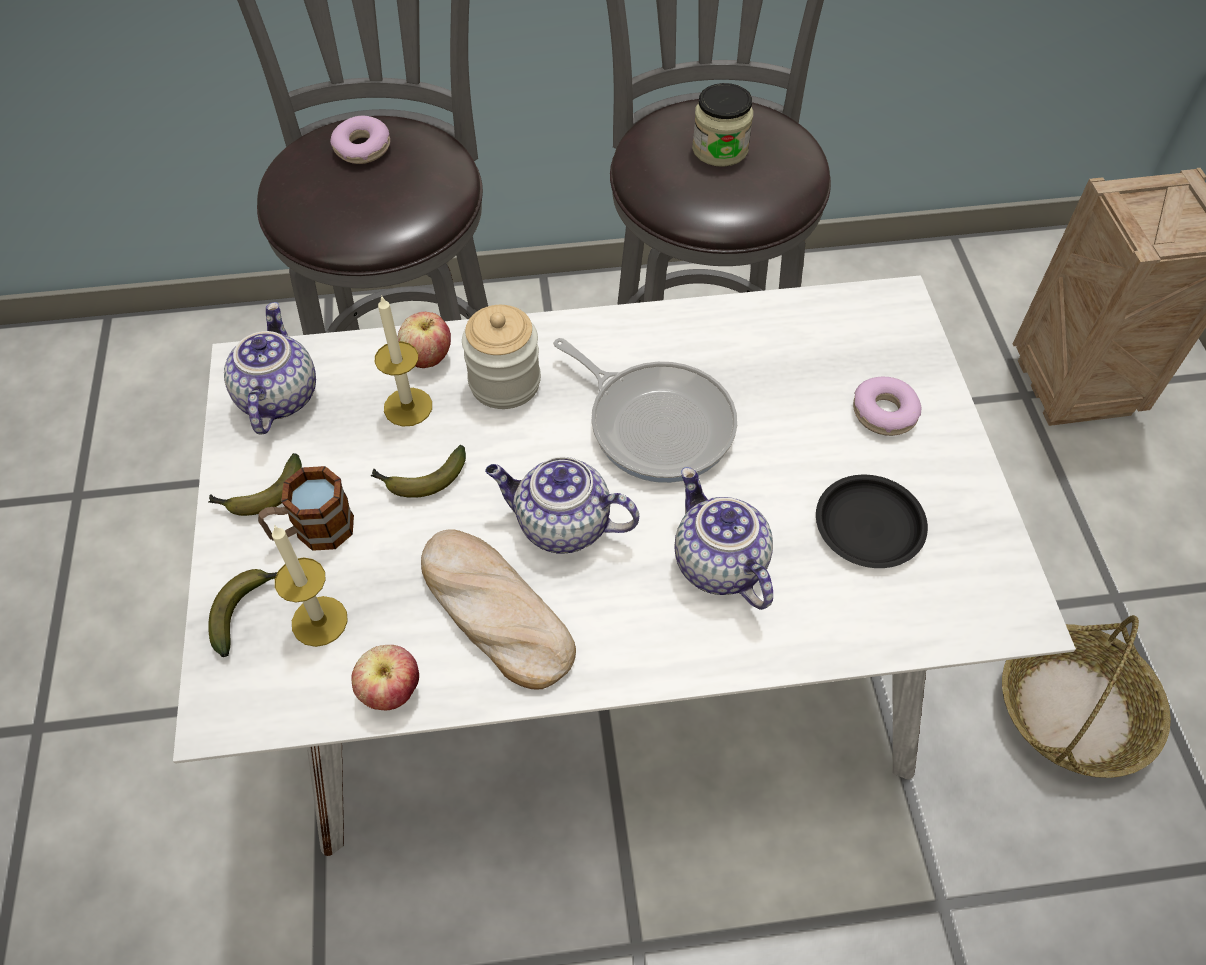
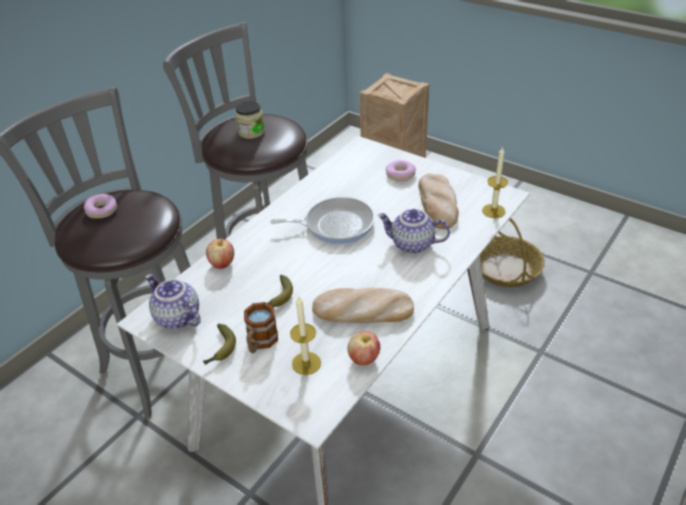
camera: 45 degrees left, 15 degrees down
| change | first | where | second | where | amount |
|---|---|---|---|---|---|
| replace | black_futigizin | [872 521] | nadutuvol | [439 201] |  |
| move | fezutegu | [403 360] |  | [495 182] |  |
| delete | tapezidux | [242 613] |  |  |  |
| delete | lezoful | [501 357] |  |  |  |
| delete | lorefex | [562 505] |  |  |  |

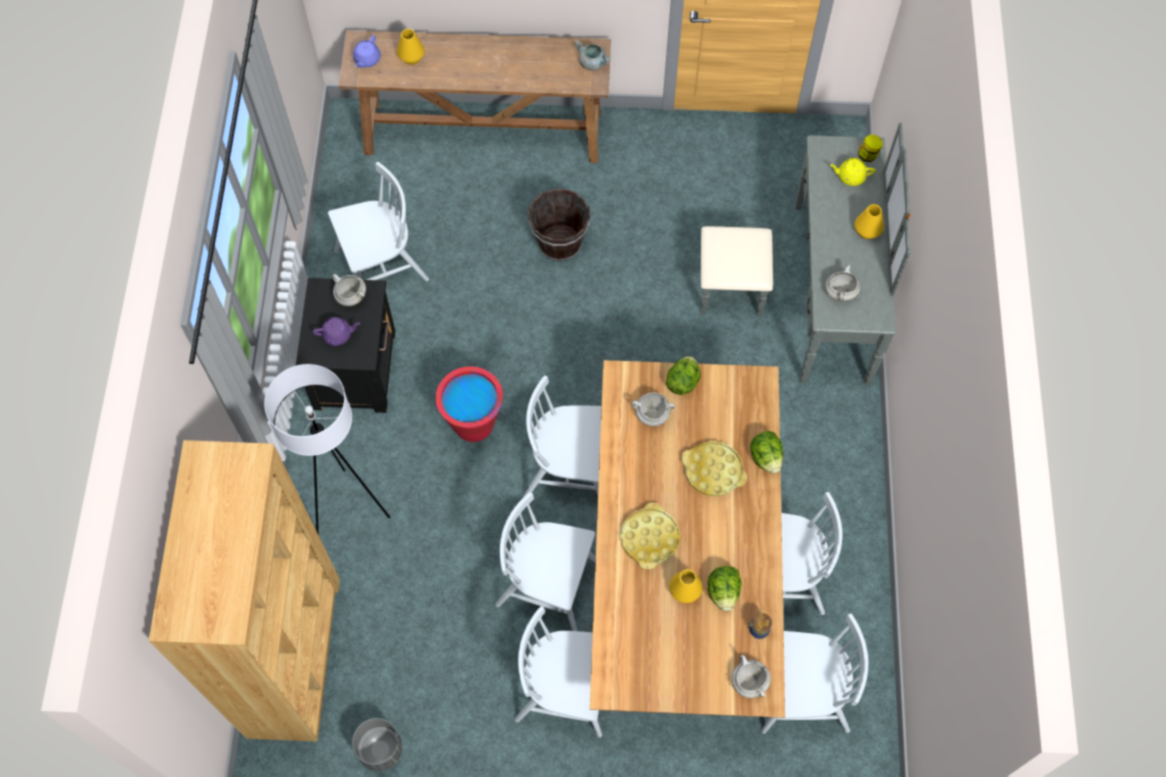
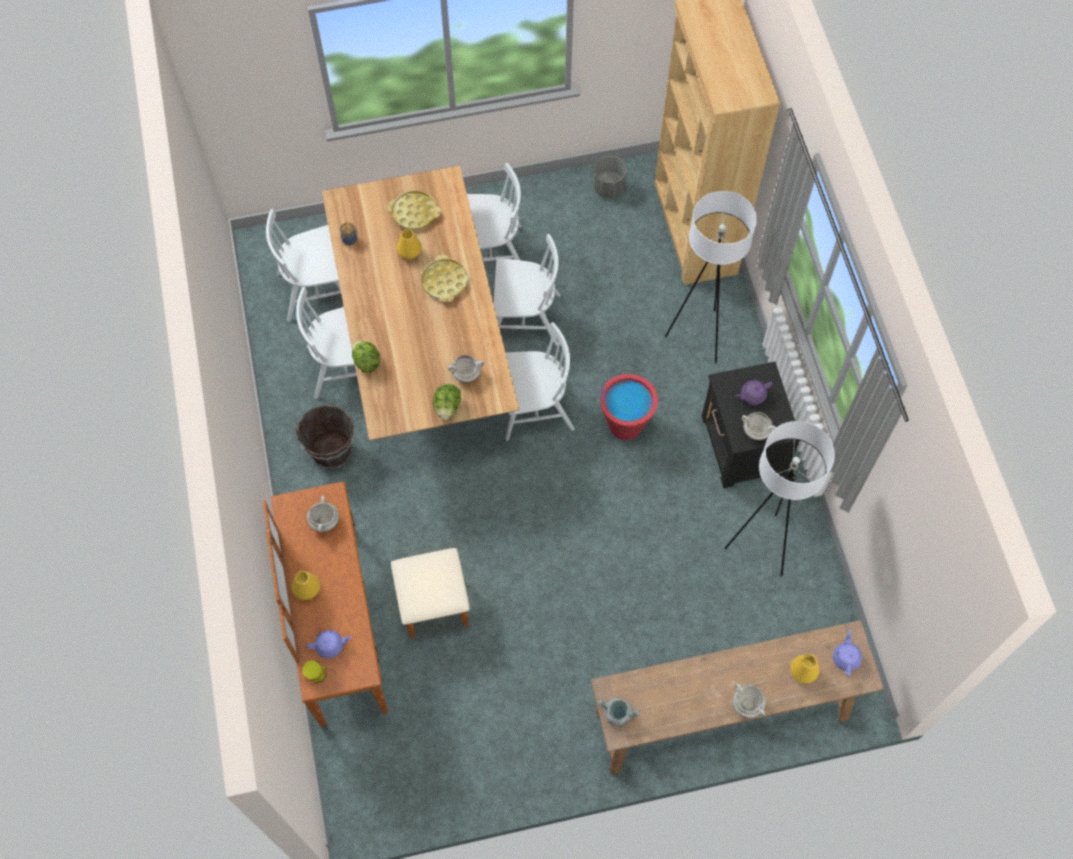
camera: 165 degrees right, 0 degrees up
| change | first | where | second | where | amount |
|---|---|---|---|---|---|
| recolor | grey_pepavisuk | [805 254] | brown_pepavisuk | [366 604] |  |
| move | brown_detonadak | [559 225] |  | [324 437] |  |
| recolor | yellow_lorefex | [853 172] | purple_lorefex | [329 644] |  |
| move | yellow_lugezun | [714 468] |  | [414 210] |  |
| replace | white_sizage | [378 221] | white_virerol | [780 498] |  |
| move | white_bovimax | [751 676] |  | [749 700] |  |
| delete | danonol | [725 588] |  |  |  |

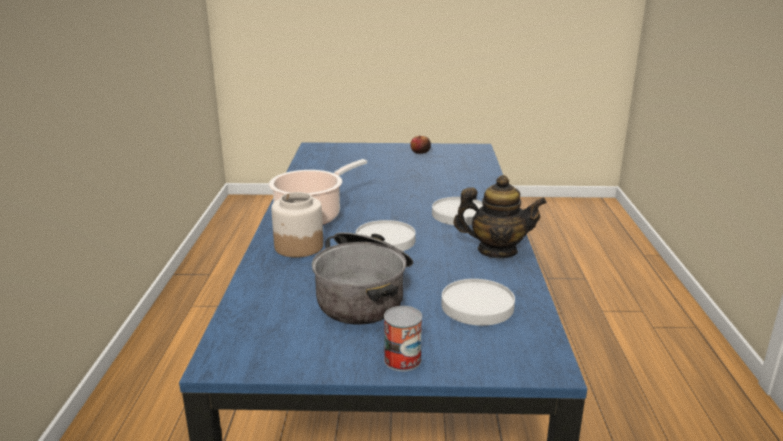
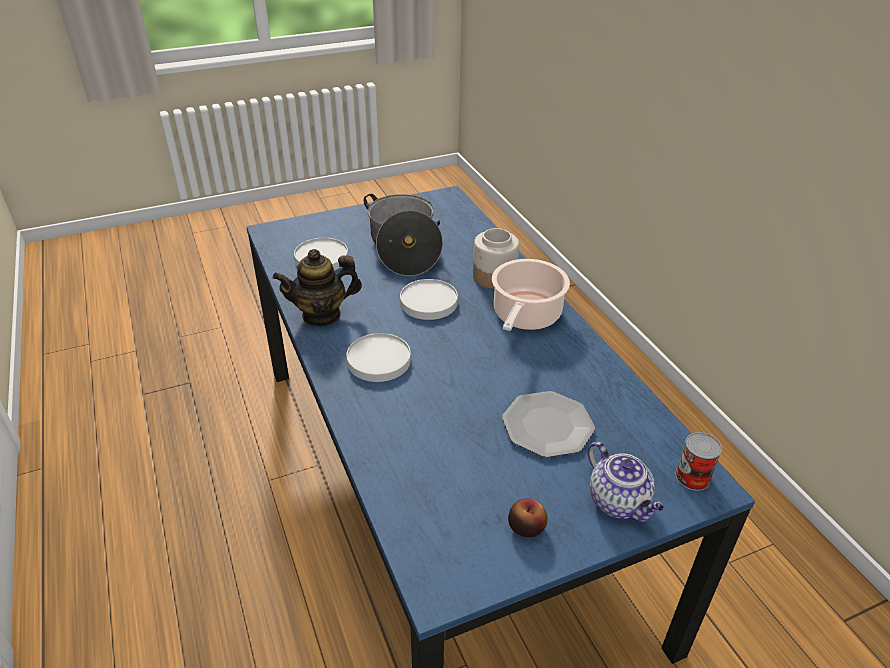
camera: 155 degrees right, 15 degrees up
| change | first | where | second | where | amount |
|---|---|---|---|---|---|
| insert |  |  | futigizin | [548 424] |  |
| insert |  |  | lorefex | [626 482] |  |
| move | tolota | [403 338] |  | [699 461] |  |

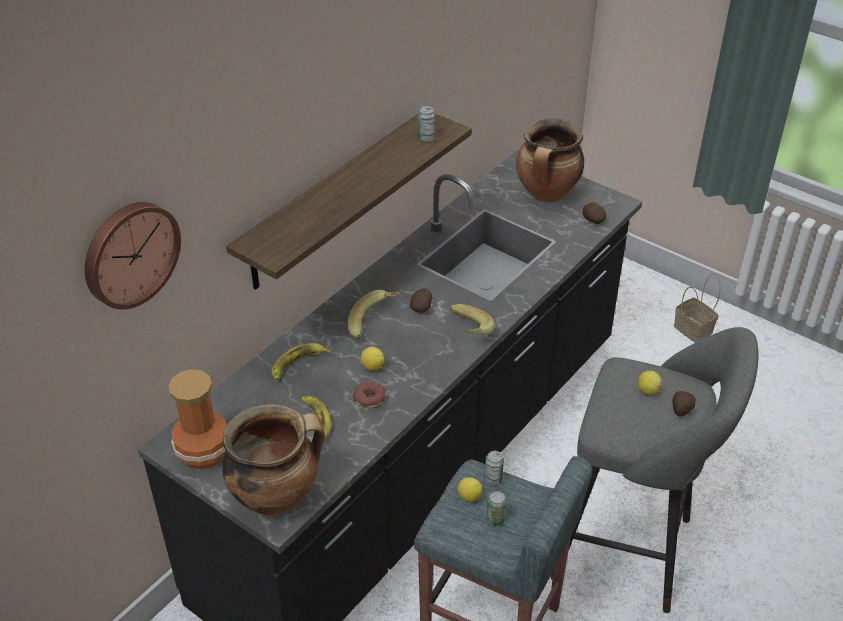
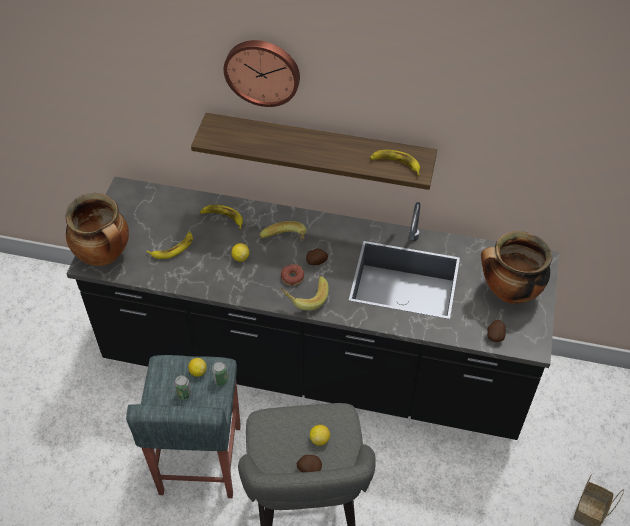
camera: 65 degrees right, 10 degrees up
| change | first | where | second | where | amount |
|---|---|---|---|---|---|
| move | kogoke | [133 256] |  | [262 73] |  |
| move | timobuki | [369 394] |  | [292 275] |  |
| replace | tolota | [427 124] | tapezidux | [395 163] |  |
| delete | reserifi | [197 419] |  |  |  |

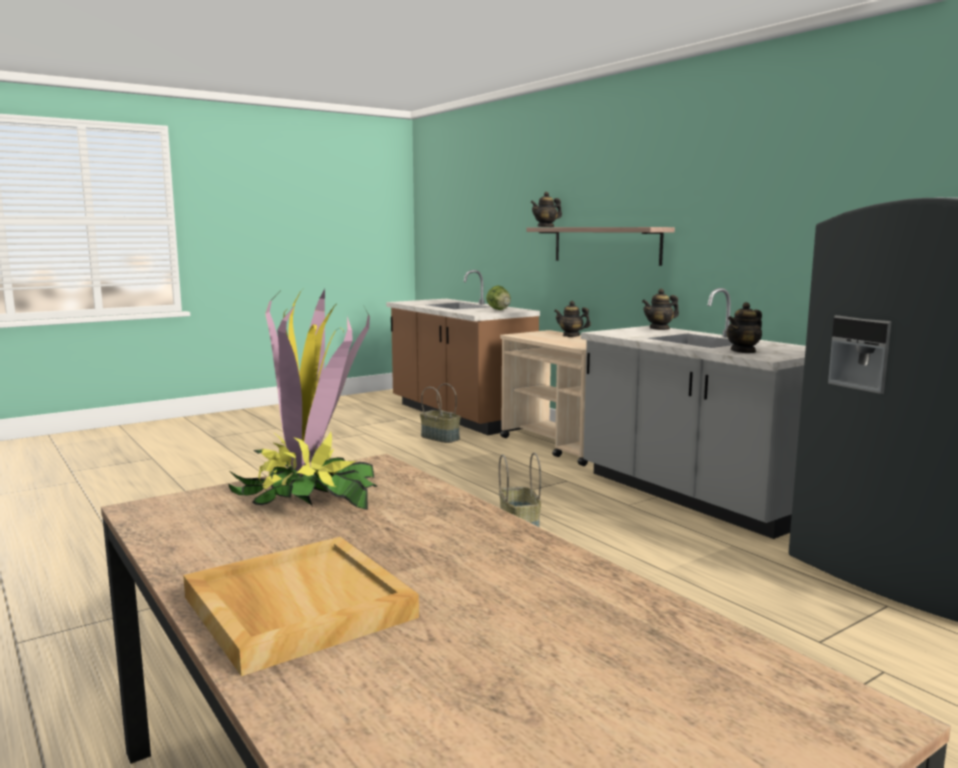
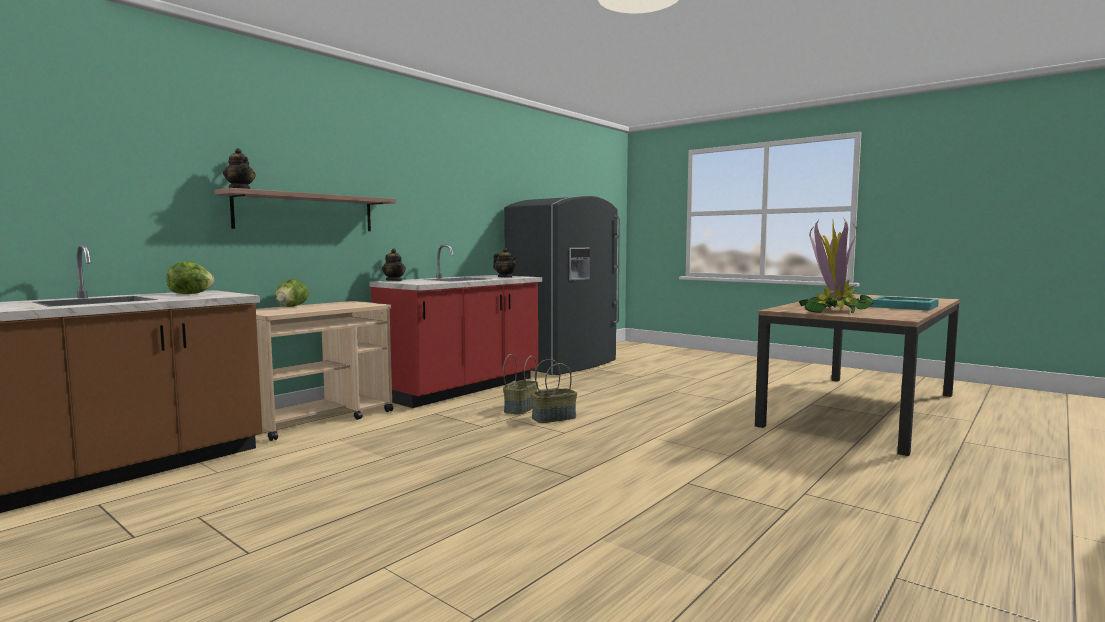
camera: 105 degrees left, 5 degrees down
| change | first | where | second | where | amount |
|---|---|---|---|---|---|
| replace | lorefex | [572 319] | danonol | [292 293] |  |
| recolor | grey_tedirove | [693 413] | red_tedirove | [455 326] |  |
| move | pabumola | [440 413] |  | [520 384] |  |
| recolor | beige_lugezun | [301 606] | turquoise_lugezun | [904 303] |  |

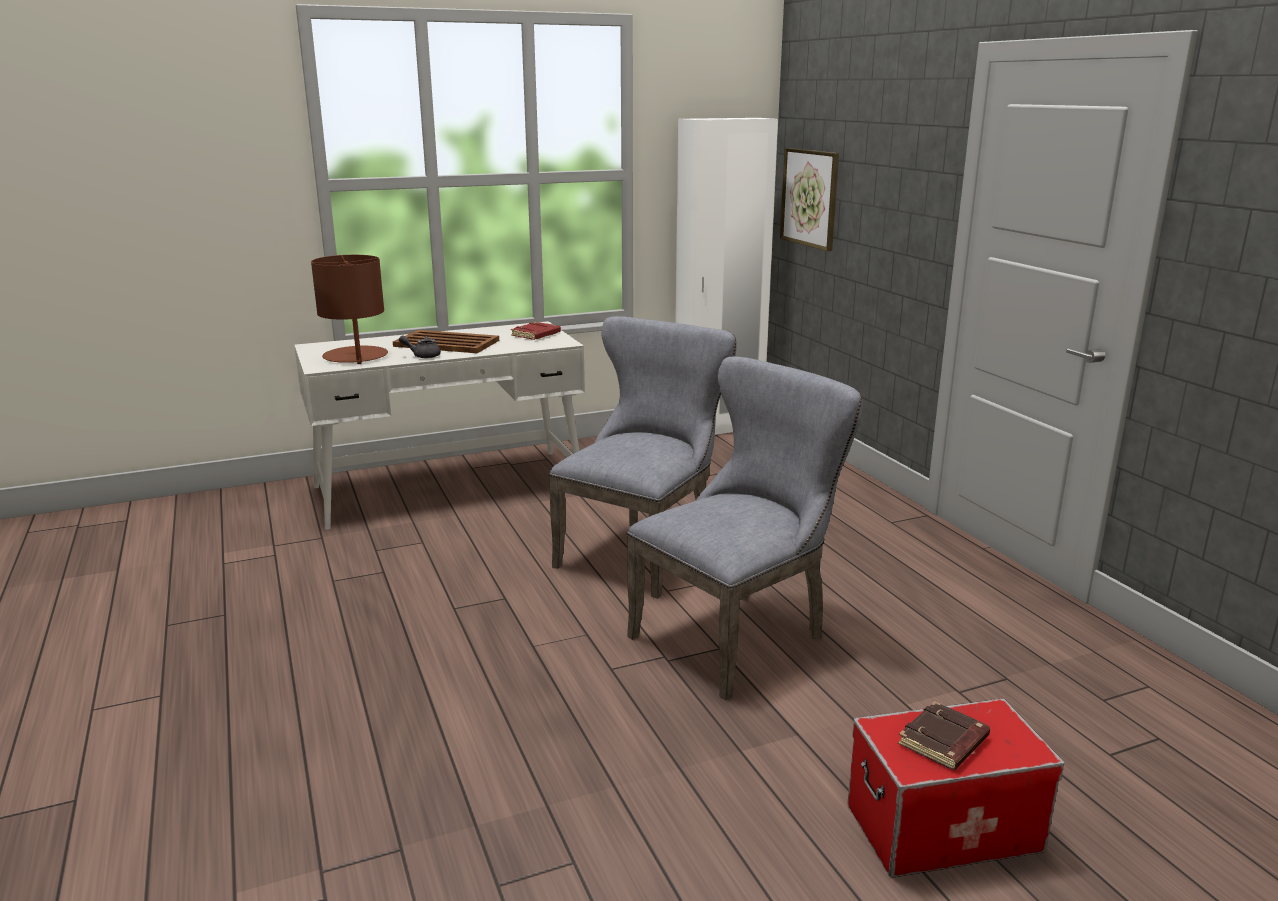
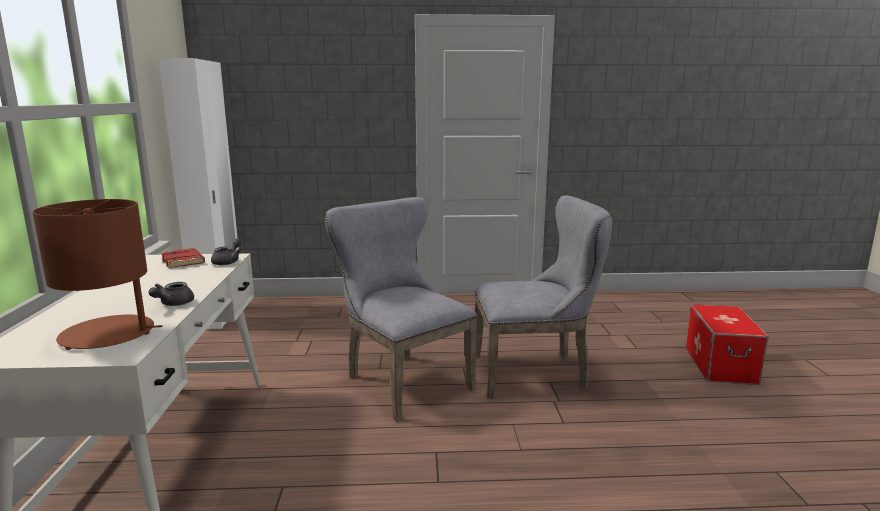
camera: 70 degrees left, 5 degrees down
| change | first | where | second | where | amount |
|---|---|---|---|---|---|
| insert |  |  | grey_lorefex | [226 252] |  |
| rotate | grey_sizage | [744 528] |  | [543 297] | 105 degrees clockwise |
| delete | brown_lugezun | [446 341] |  |  |  |
| delete | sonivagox | [809 199] |  |  |  |
| delete | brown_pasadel | [944 735] |  |  |  |

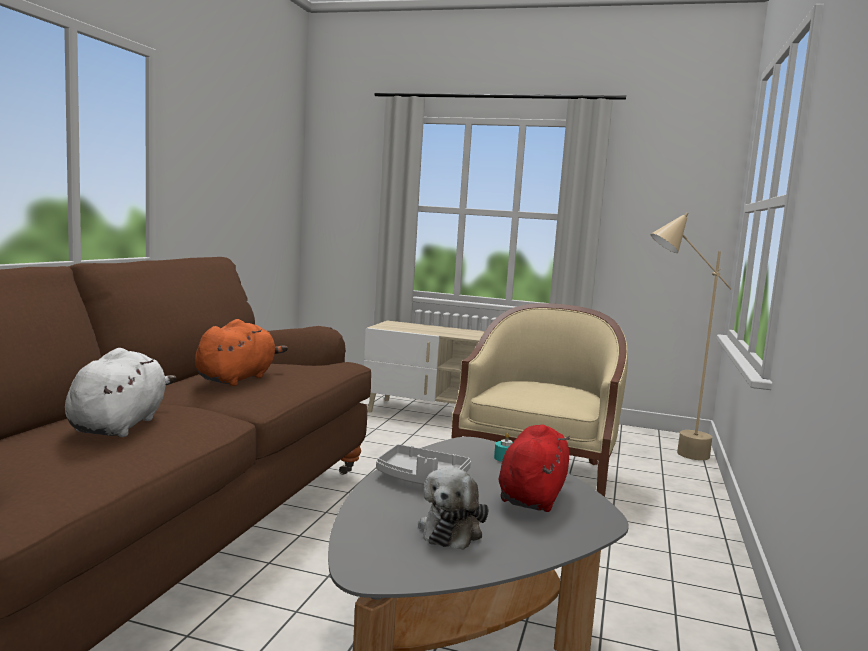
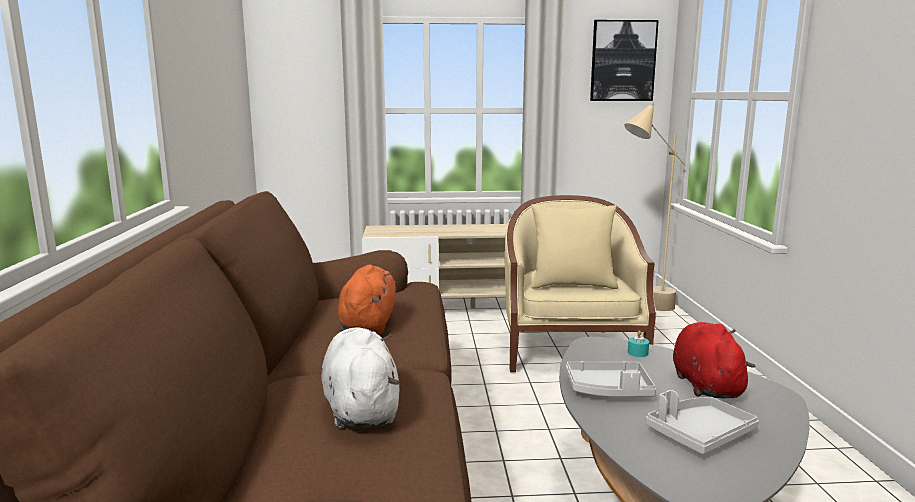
camera: 20 degrees left, 5 degrees up
| change | first | where | second | where | amount |
|---|---|---|---|---|---|
| insert |  |  | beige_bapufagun | [574 246] |  |
| insert |  |  | sonivagox | [624 60] |  |
| replace | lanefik | [453 508] | grey_lugezun | [702 422] |  |

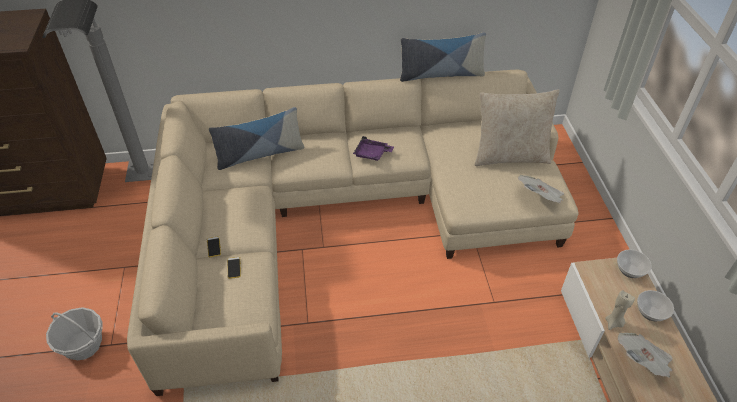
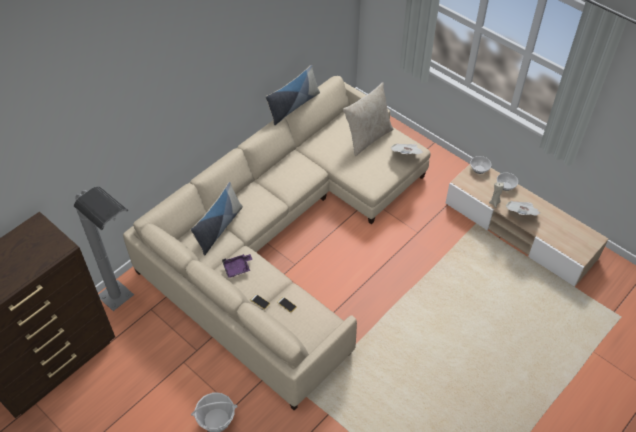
camera: 40 degrees left, 5 degrees up
| change | first | where | second | where | amount |
|---|---|---|---|---|---|
| move | purple_lugezun | [373 148] |  | [237 266] |  |

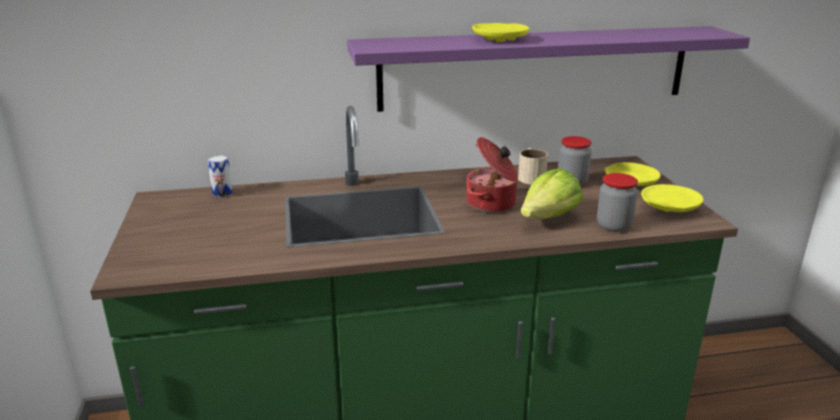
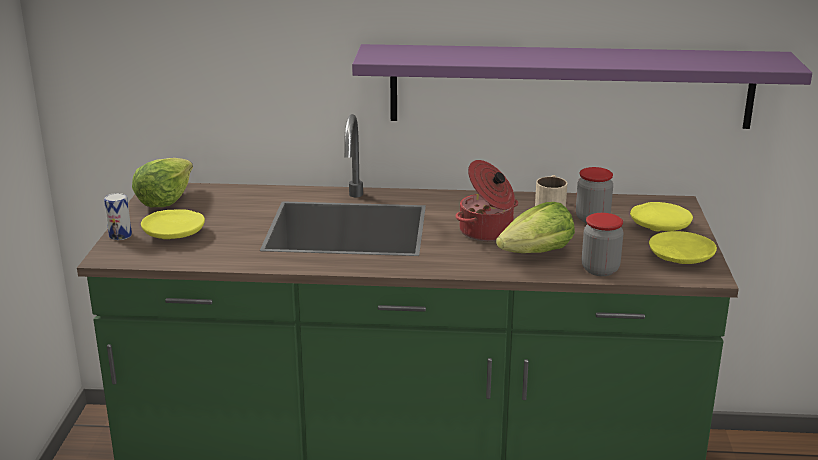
camera: 15 degrees right, 0 degrees up
| change | first | where | second | where | amount |
|---|---|---|---|---|---|
| move | tolota | [220 176] |  | [118 216] |  |
| insert |  |  | danonol | [162 182] |  |
| move | yellow_futigizin | [501 32] |  | [173 224] |  |

